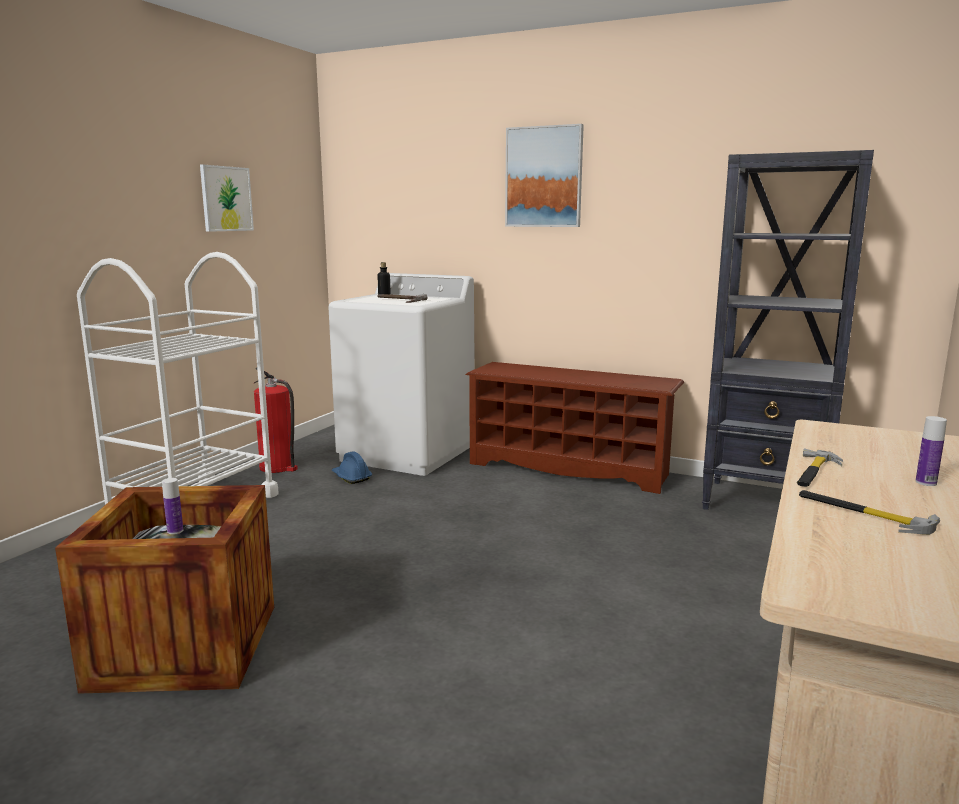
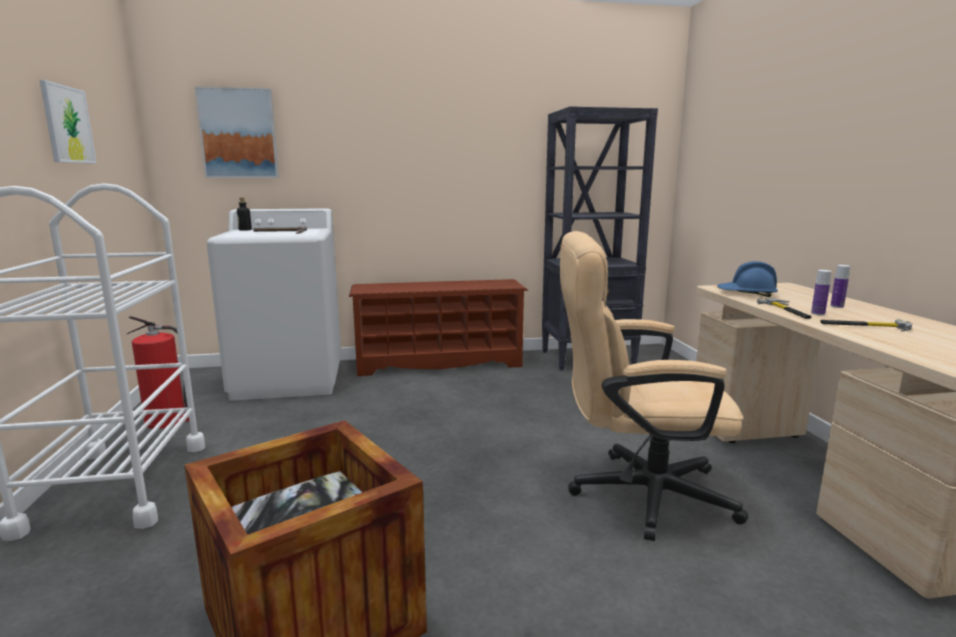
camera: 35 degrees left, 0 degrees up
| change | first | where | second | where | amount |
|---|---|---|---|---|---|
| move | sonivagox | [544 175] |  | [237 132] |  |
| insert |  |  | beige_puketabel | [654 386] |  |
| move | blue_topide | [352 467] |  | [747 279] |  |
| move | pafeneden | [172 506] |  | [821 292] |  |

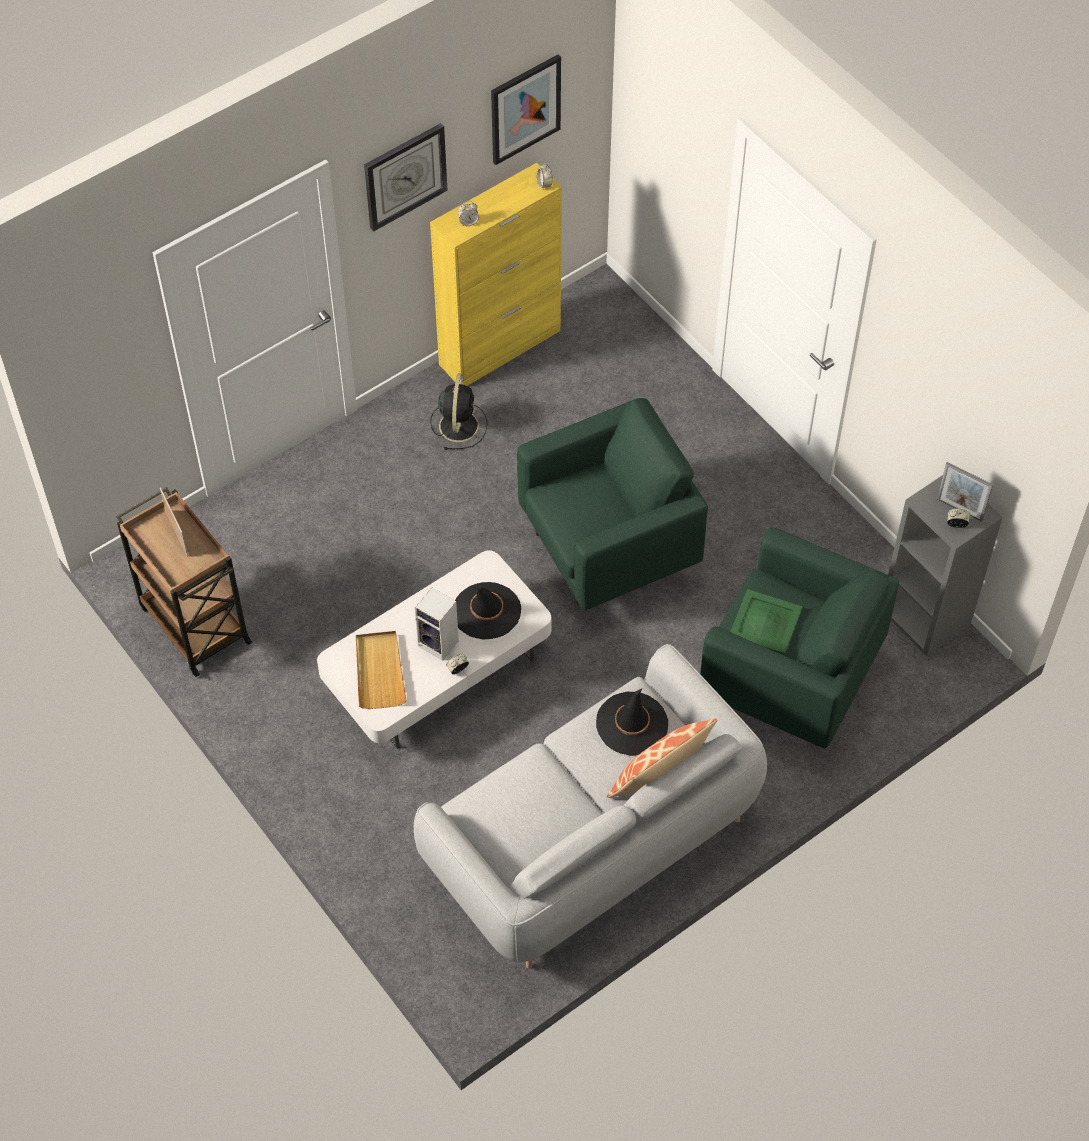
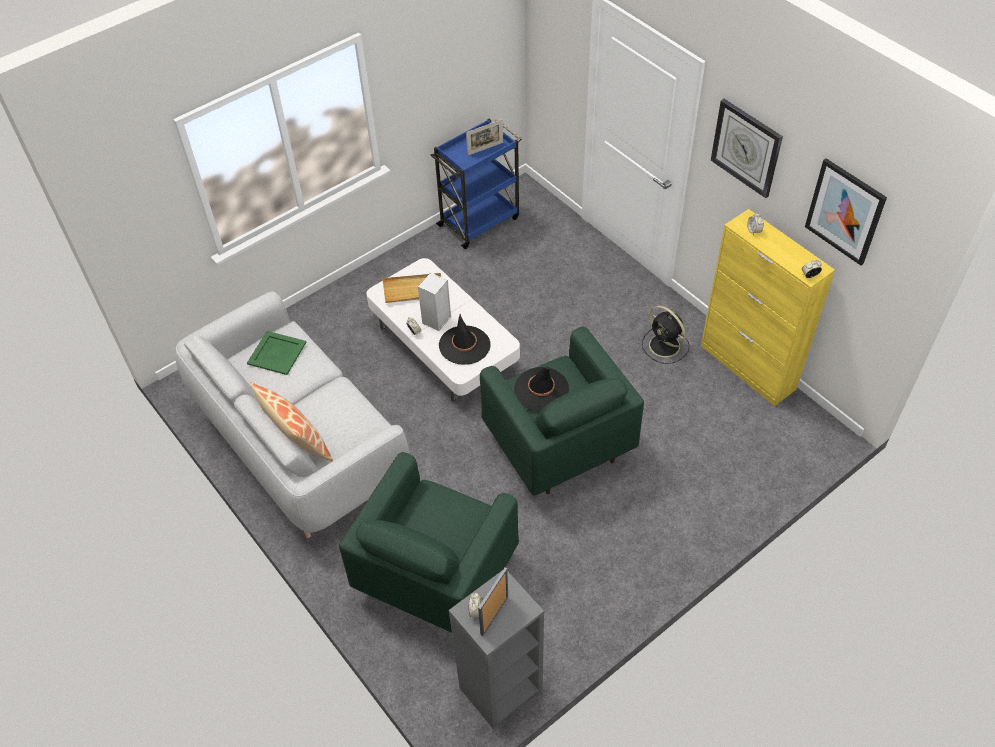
camera: 90 degrees right, 5 degrees down
| change | first | where | second | where | amount |
|---|---|---|---|---|---|
| move | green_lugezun | [766 622] |  | [276 353] |  |
| recolor | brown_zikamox | [184 582] | blue_zikamox | [475 184] |  |
| move | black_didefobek | [632 722] |  | [541 389] |  |
| rotate | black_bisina | [459 411] |  | [665 335] | 45 degrees clockwise |

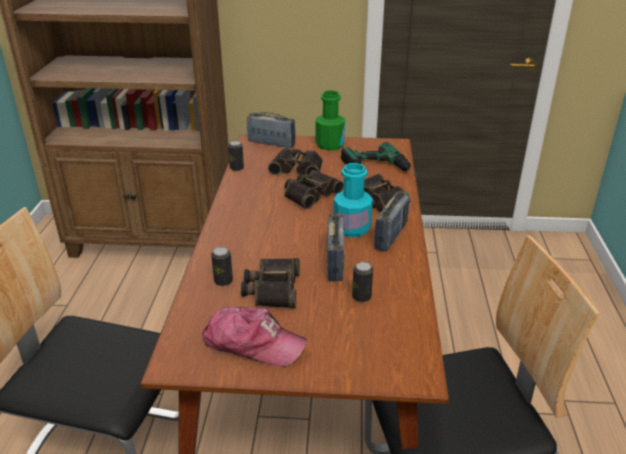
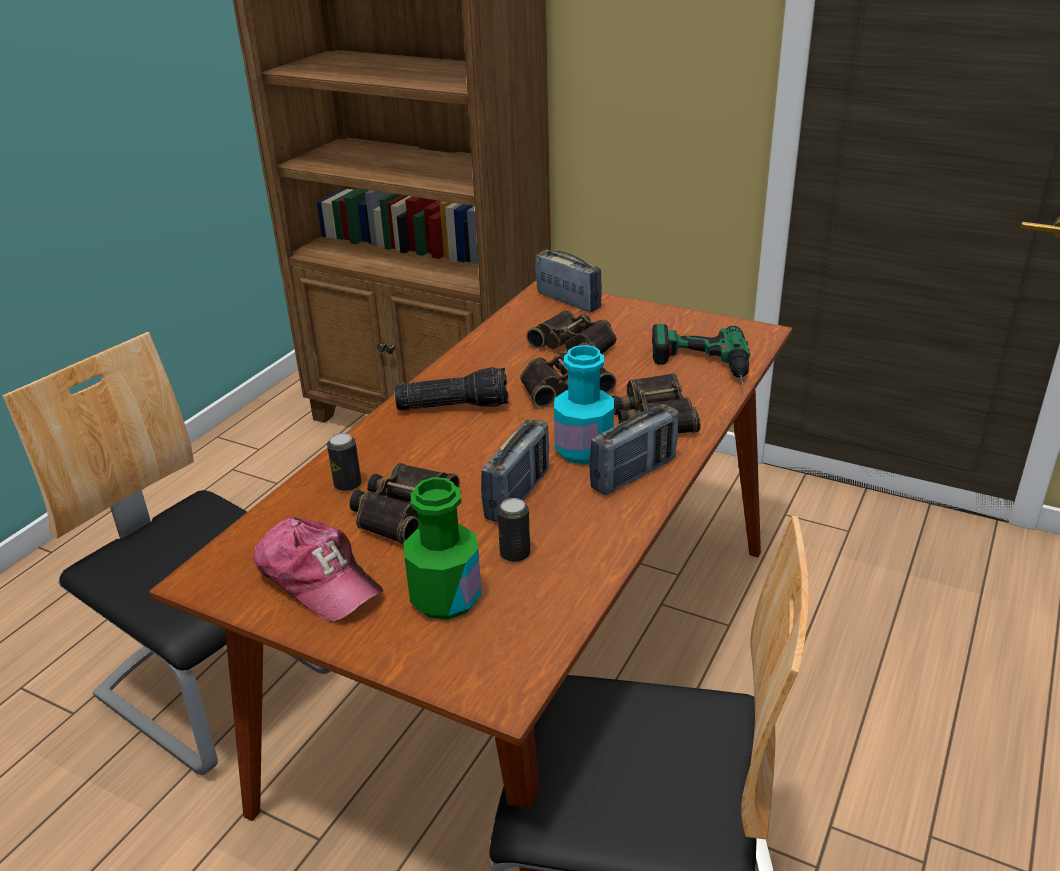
camera: 25 degrees right, 0 degrees up
| change | first | where | second | where | amount |
|---|---|---|---|---|---|
| insert |  |  | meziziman | [451 389] |  |
| move | green_pafeneden | [330 120] |  | [443 548] |  |
| delete | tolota | [236 156] |  |  |  |

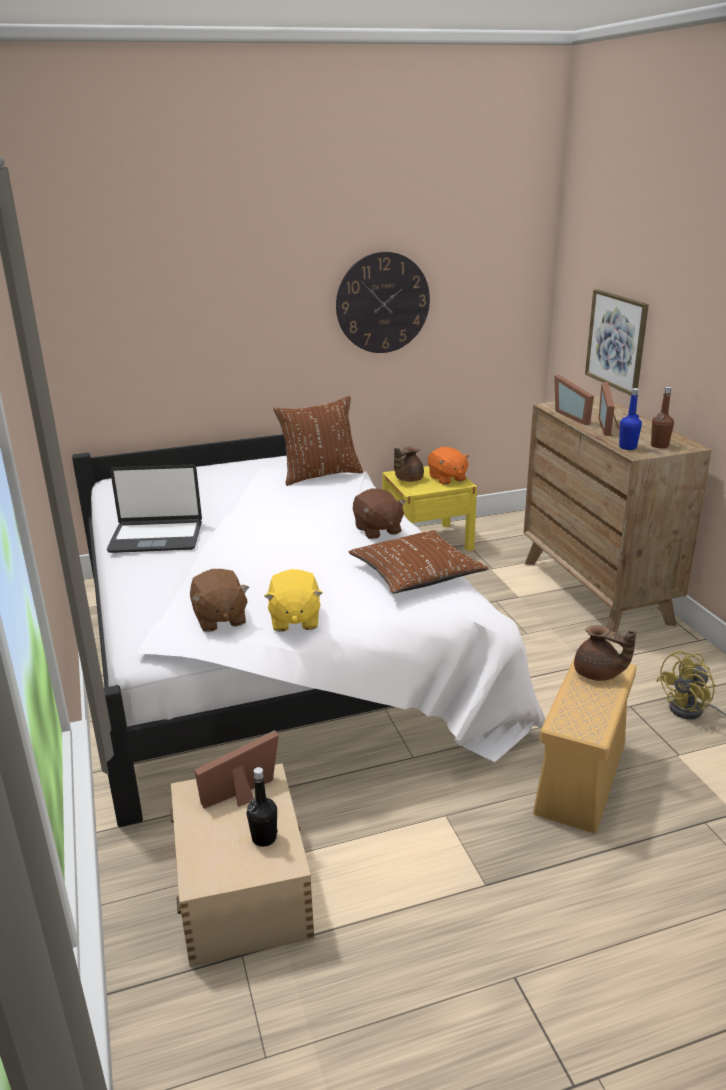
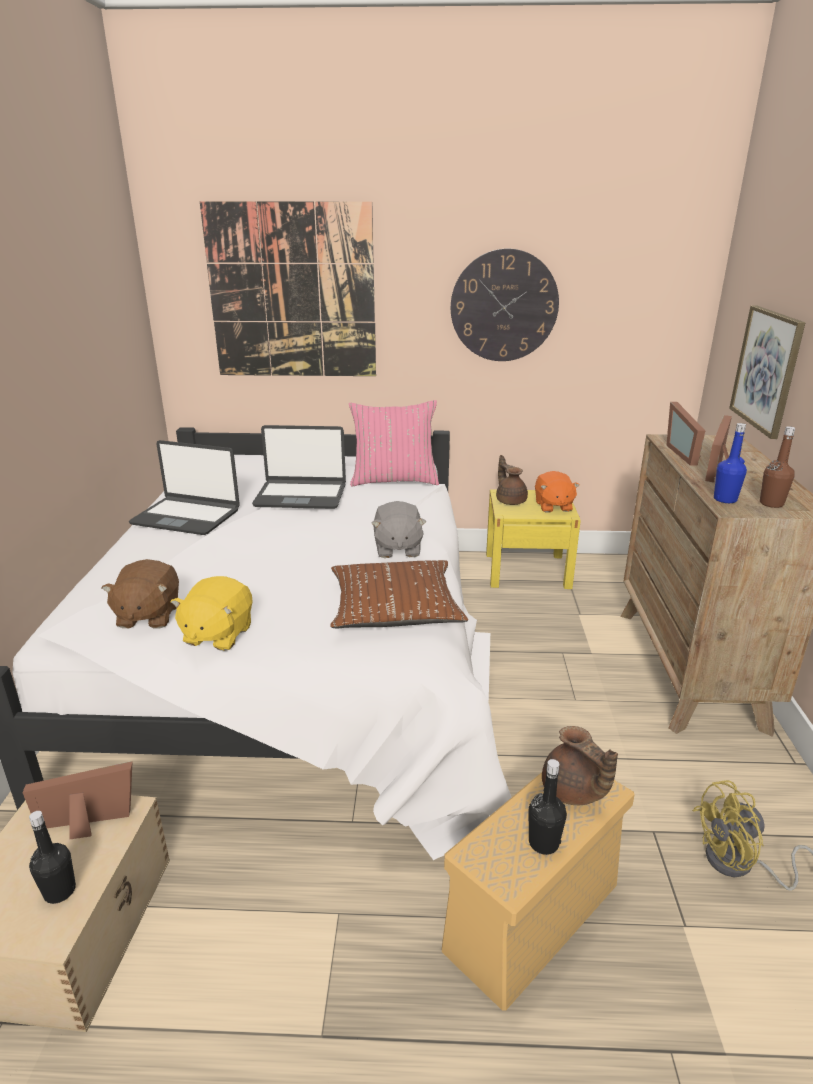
camera: 20 degrees right, 0 degrees up
| change | first | where | second | where | amount |
|---|---|---|---|---|---|
| insert |  |  | sonivagox | [288 289] |  |
| insert |  |  | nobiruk | [299 467] |  |
| recolor | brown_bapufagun | [318 441] | pink_bapufagun | [394 443] |  |
| recolor | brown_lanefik | [379 513] | grey_lanefik | [398 529] |  |
| rotate | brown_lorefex | [409 464] |  | [512 480] | 90 degrees clockwise |
| insert |  |  | black_pafeneden | [548 807] |  |

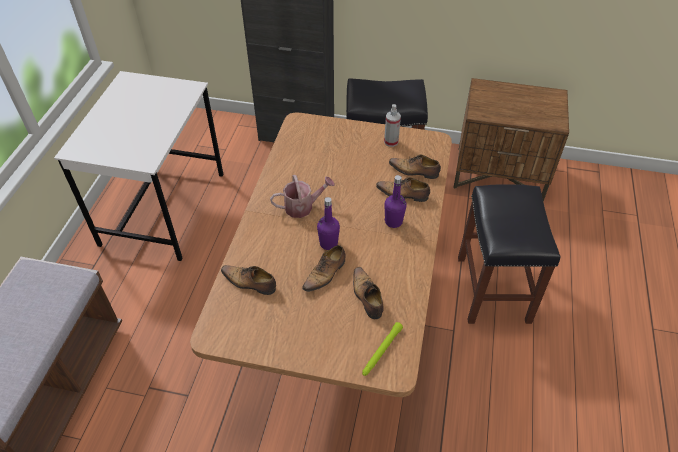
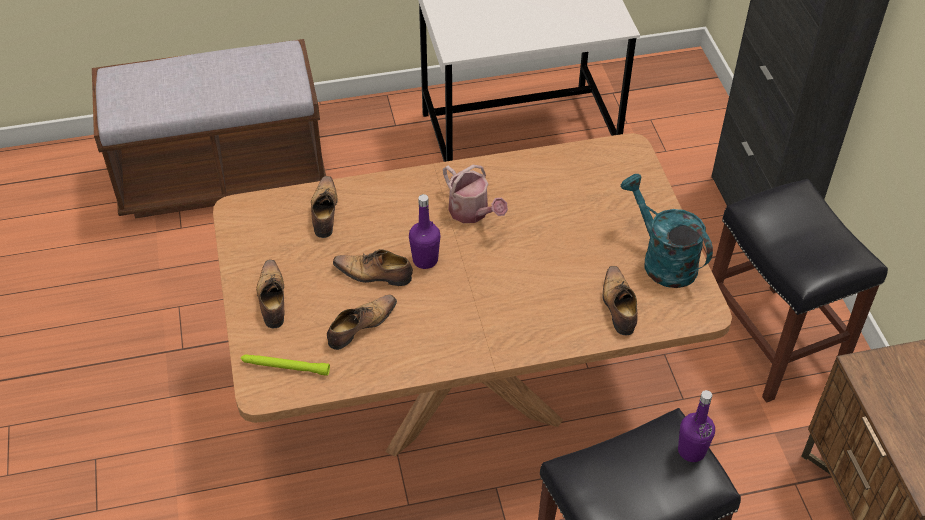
camera: 65 degrees right, 0 degrees up
| change | first | where | second | where | amount |
|---|---|---|---|---|---|
| move | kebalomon | [403 189] |  | [270 294] |  |
| replace | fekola | [392 125] | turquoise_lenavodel | [667 231] |  |
| move | purple_pafeneden | [395 201] |  | [696 426] |  |

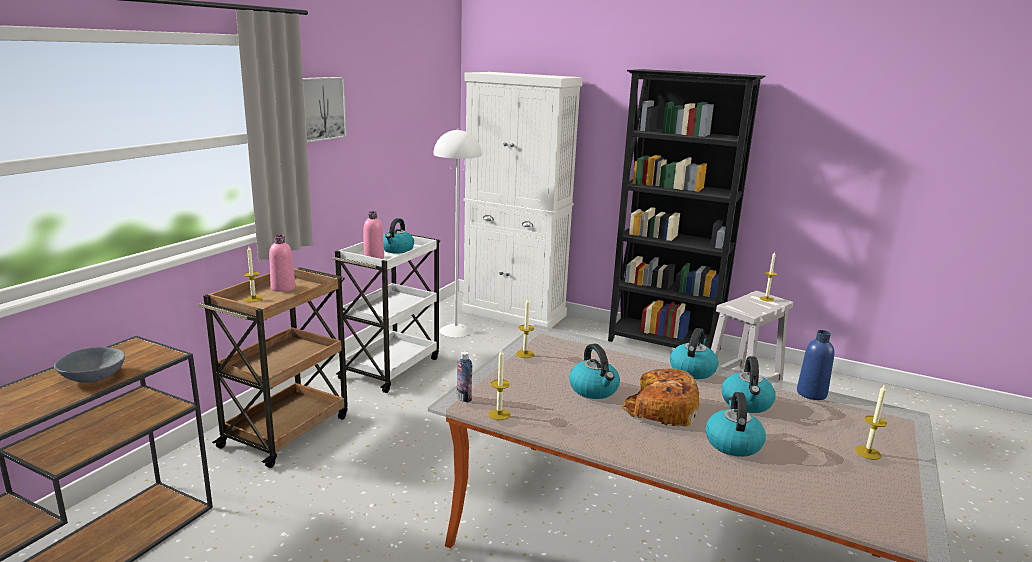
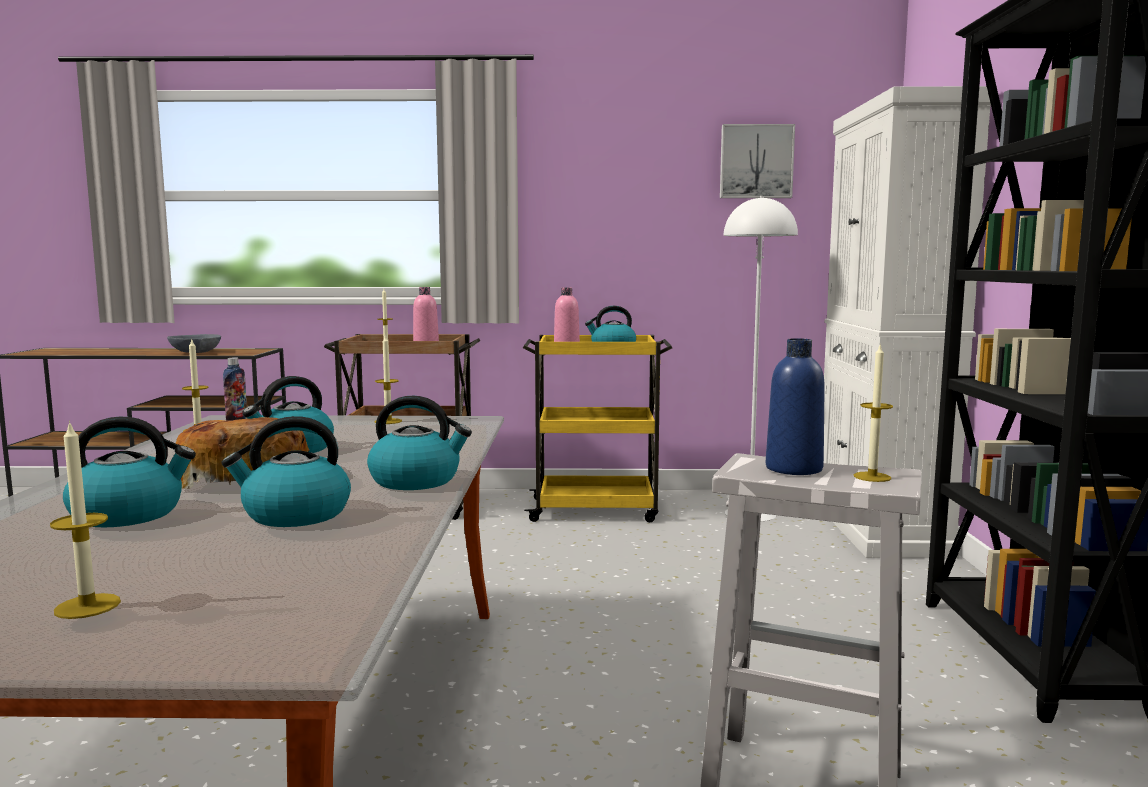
camera: 65 degrees right, 10 degrees down
| change | first | where | second | where | amount |
|---|---|---|---|---|---|
| recolor | white_zikamox | [386 313] | yellow_zikamox | [597 428] |  |
| move | sonivagox | [325 110] |  | [757 161] |  |
| move | blue_pafeneden | [815 365] |  | [795 406] |  |

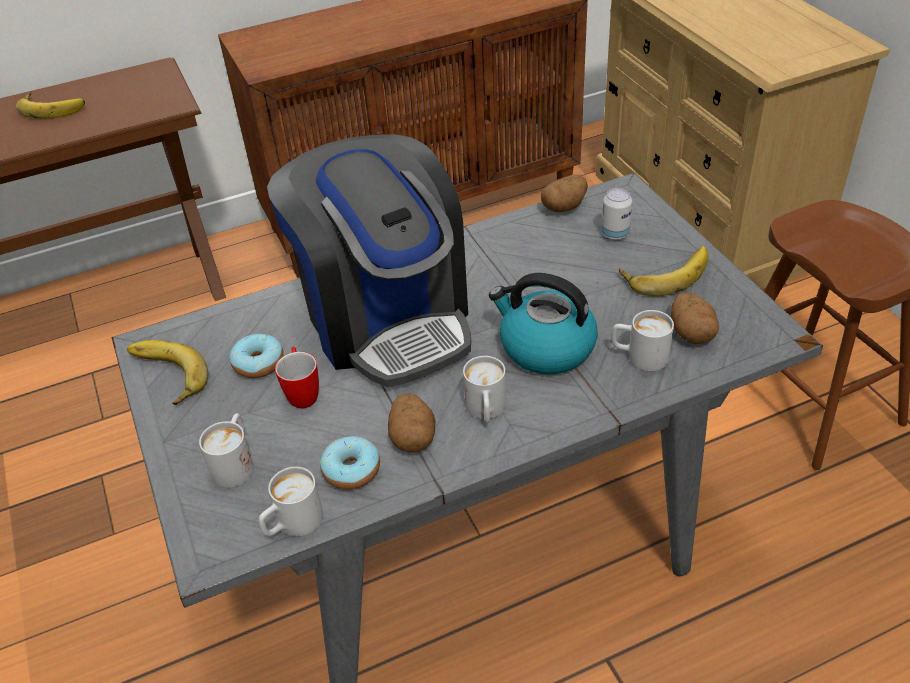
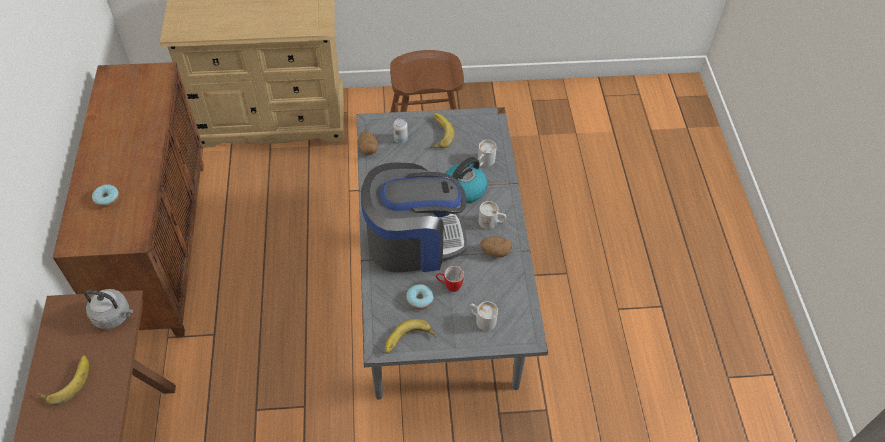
camera: 75 degrees left, 10 degrees up
| change | first | where | second | where | amount |
|---|---|---|---|---|---|
| insert |  |  | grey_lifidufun | [108 309] |  |
| move | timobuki | [350 462] |  | [105 195] |  |
| delete | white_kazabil | [291 501] |  |  |  |
| delete | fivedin | [695 318] |  |  |  |

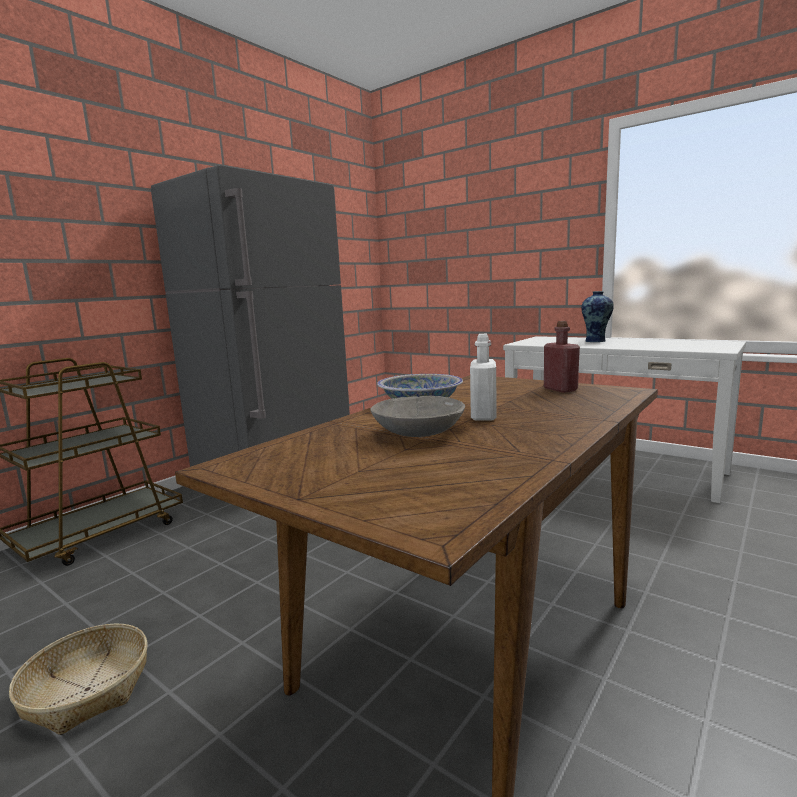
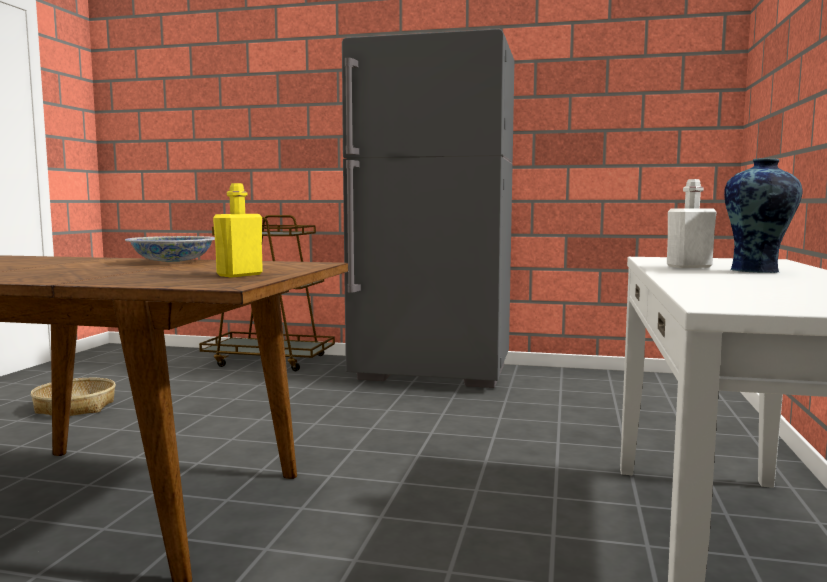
camera: 65 degrees right, 5 degrees down
| change | first | where | second | where | amount |
|---|---|---|---|---|---|
| recolor | red_pafeneden | [562 357] | yellow_pafeneden | [238 230] |  |
| move | white_pafeneden | [483 377] |  | [691 223] |  |
| delete | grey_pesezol | [417 416] |  |  |  |

